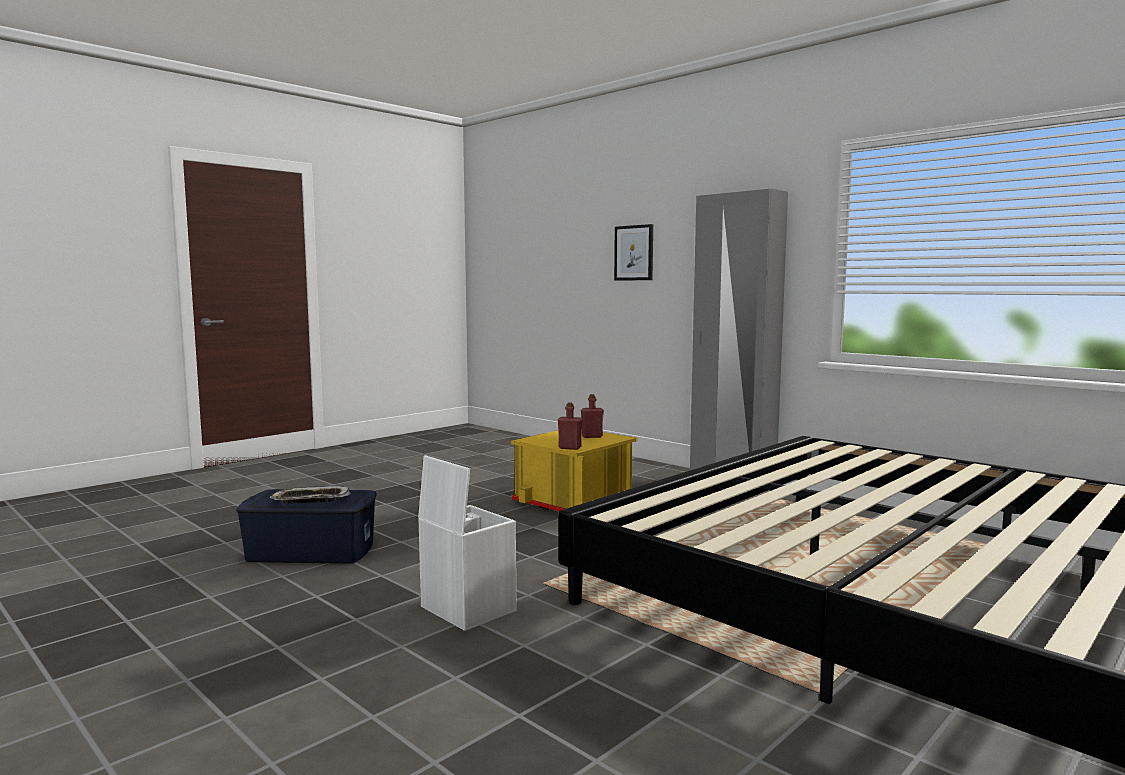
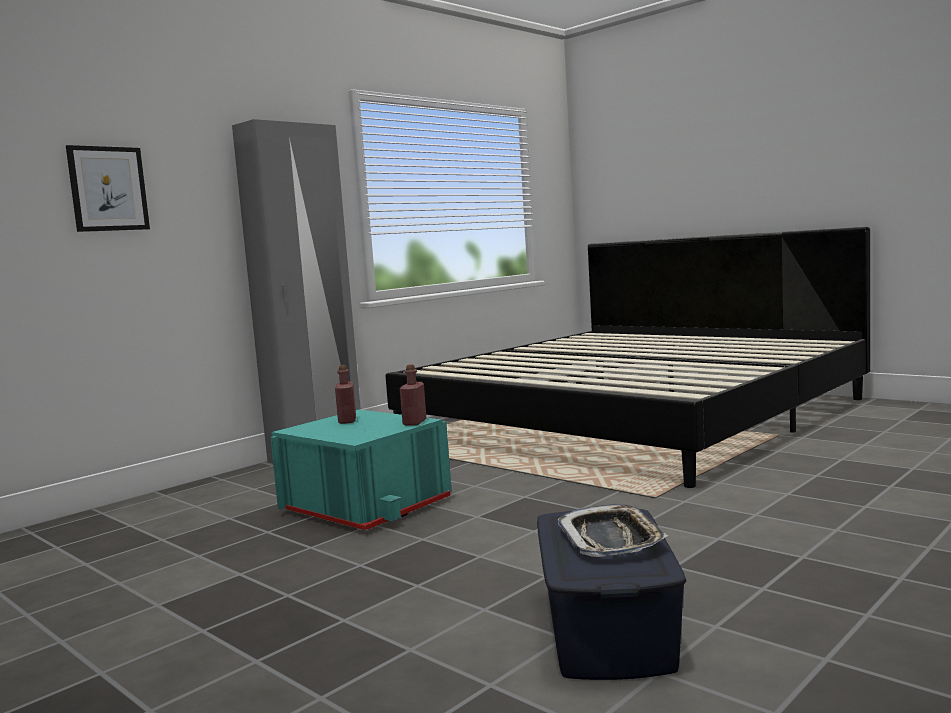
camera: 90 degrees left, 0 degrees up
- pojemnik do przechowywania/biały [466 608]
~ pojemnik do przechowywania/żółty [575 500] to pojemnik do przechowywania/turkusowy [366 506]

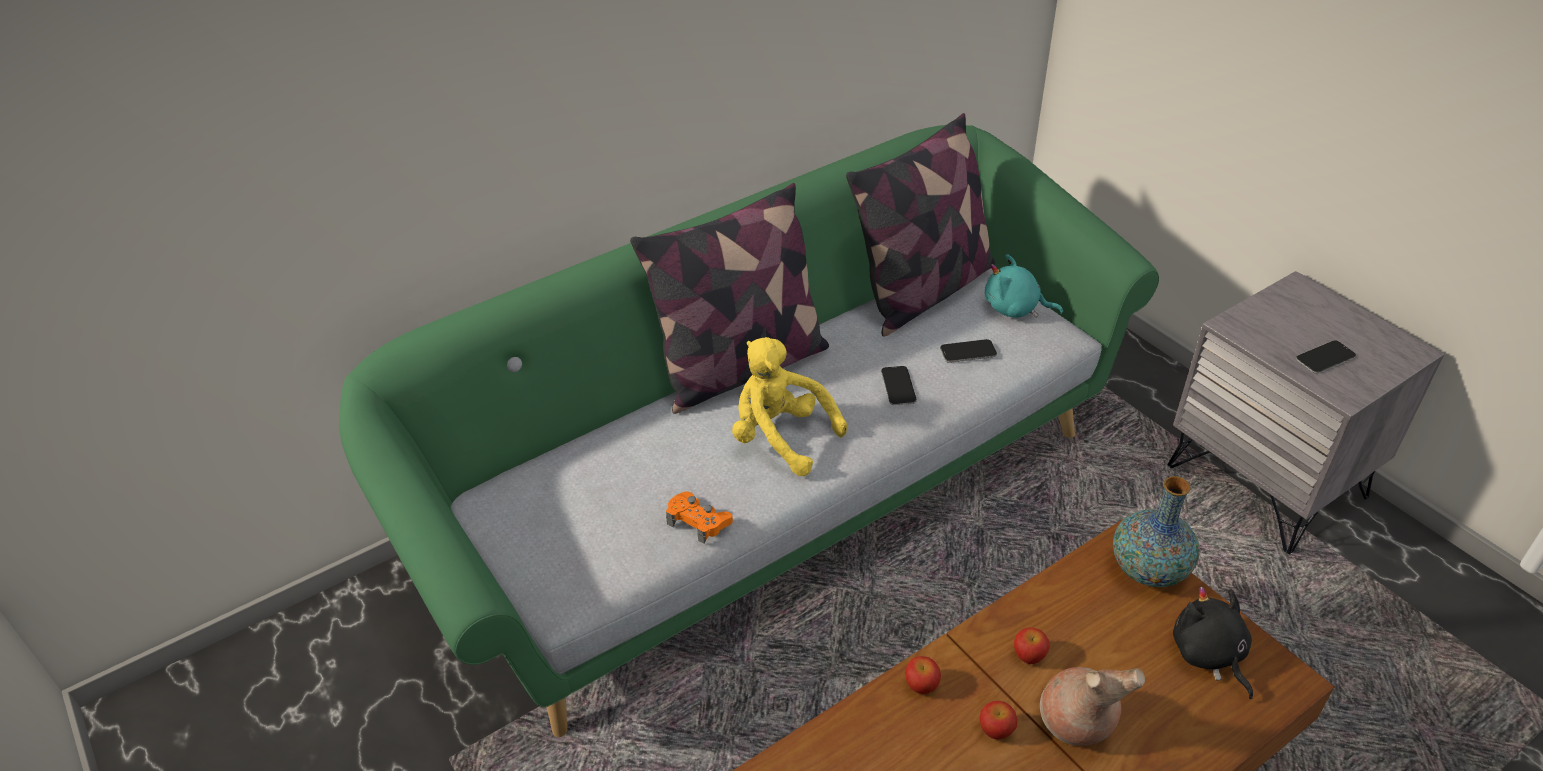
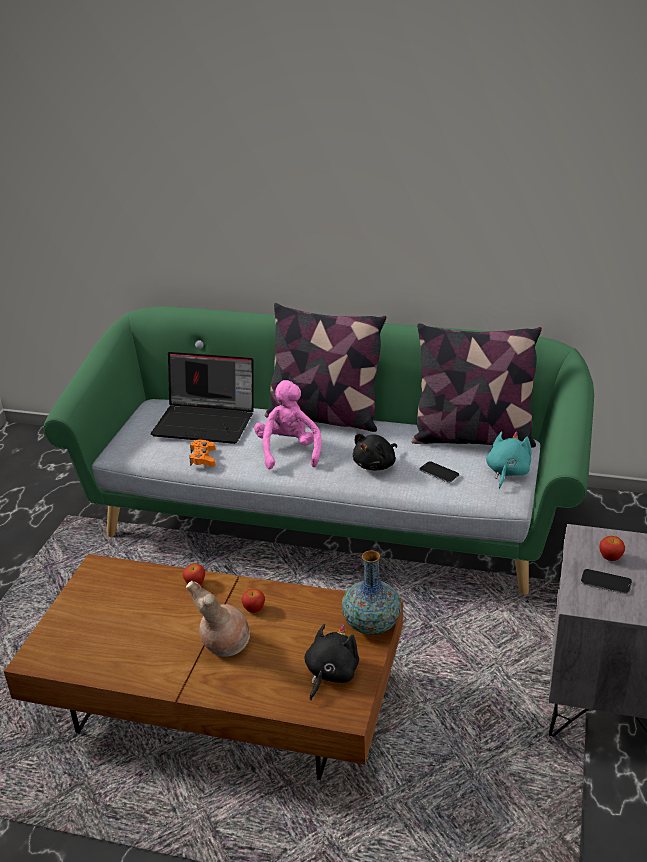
camera: 50 degrees right, 10 degrees down
+ laptop [207 421]
~ jabłko [996 730] to [610 557]
~ telefon [898 386] to pluszak/czarny [376 465]
~ pluszak/żółty [780 437] to pluszak/różowy [289 451]
~ pluszak/turkusowy [1015 309] = [507 472] 45 degrees clockwise

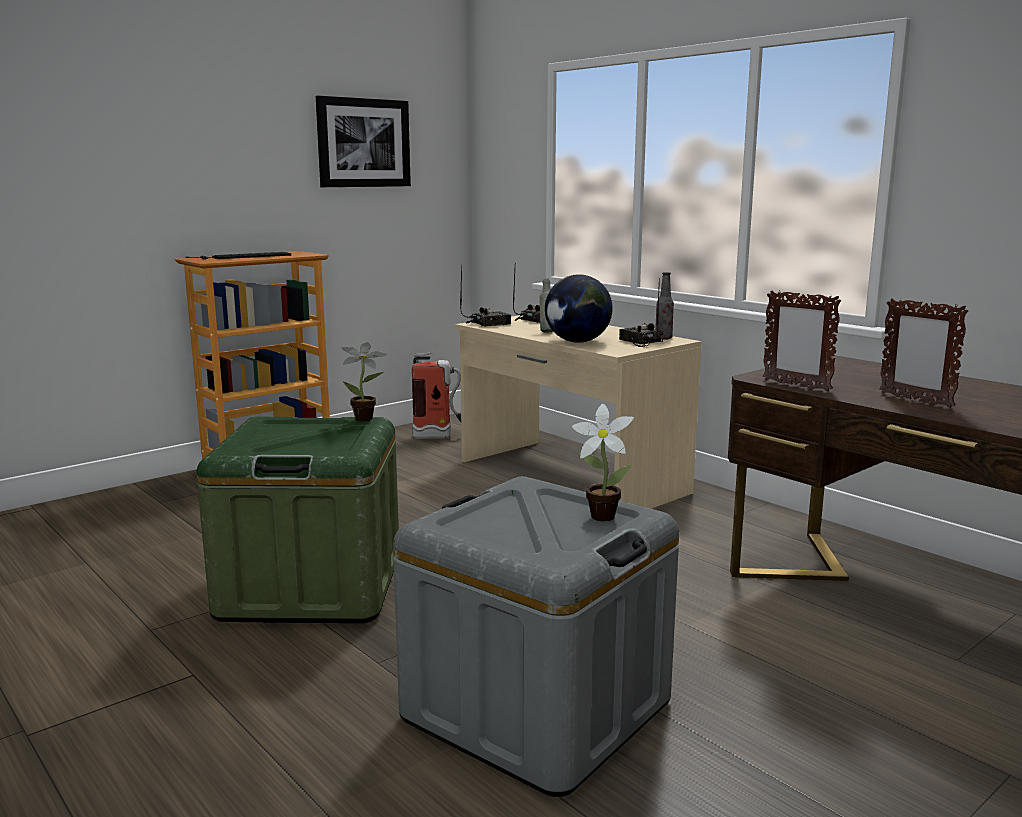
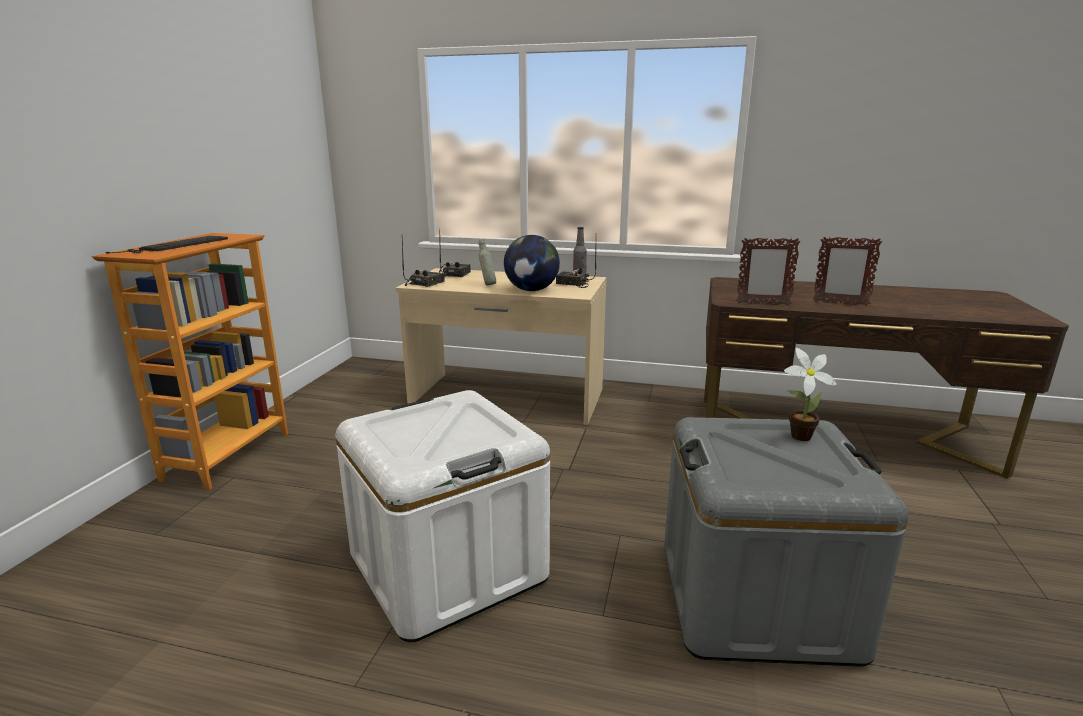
camera: 35 degrees left, 5 degrees up
- obraz [363 143]
- roślina doniczkowa [367 419]
- gaśnica [439 437]
~ pojemnik do przechowywania/zielony [311 586] to pojemnik do przechowywania/biały [448 567]

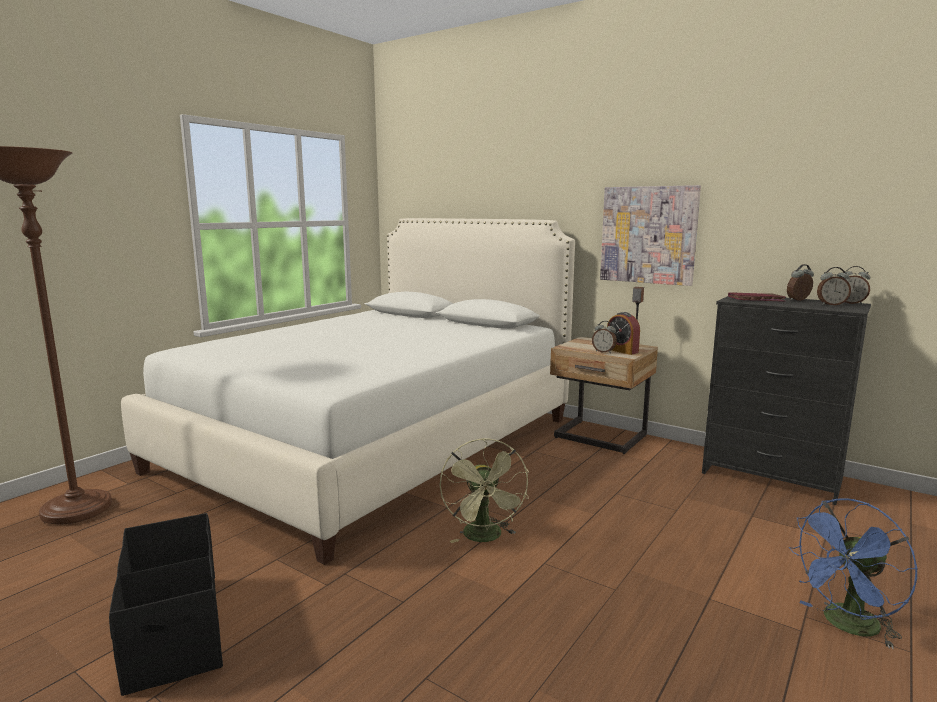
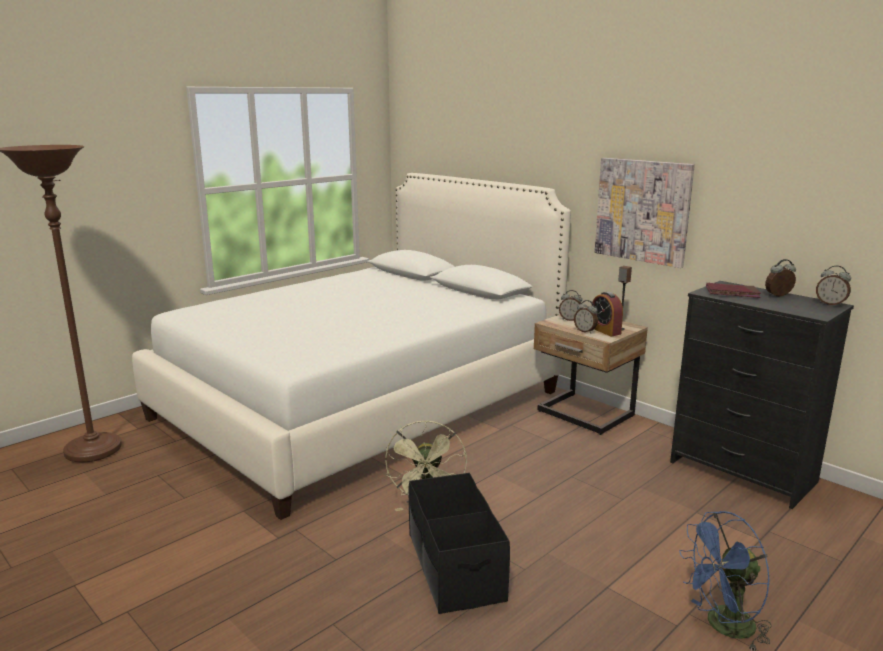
camera: 10 degrees right, 5 degrees up
~ pojemnik do przechowywania/czarny [173 630] to [454 567]
~ budzik [831 305] to [570 319]

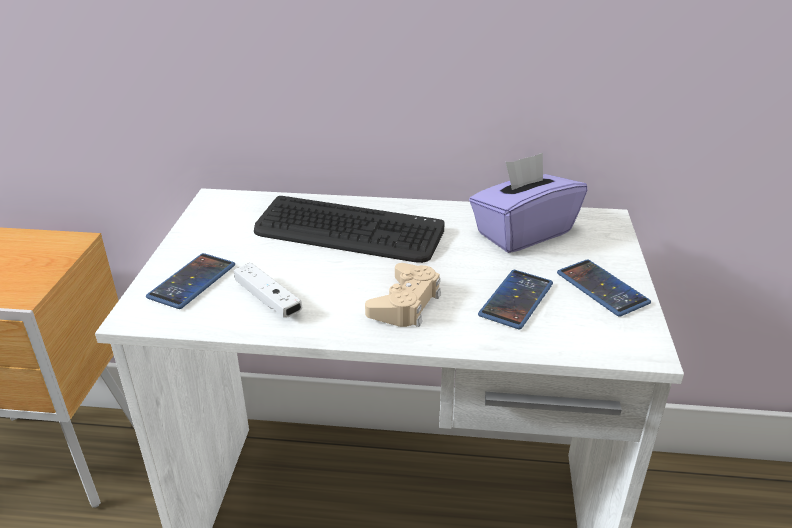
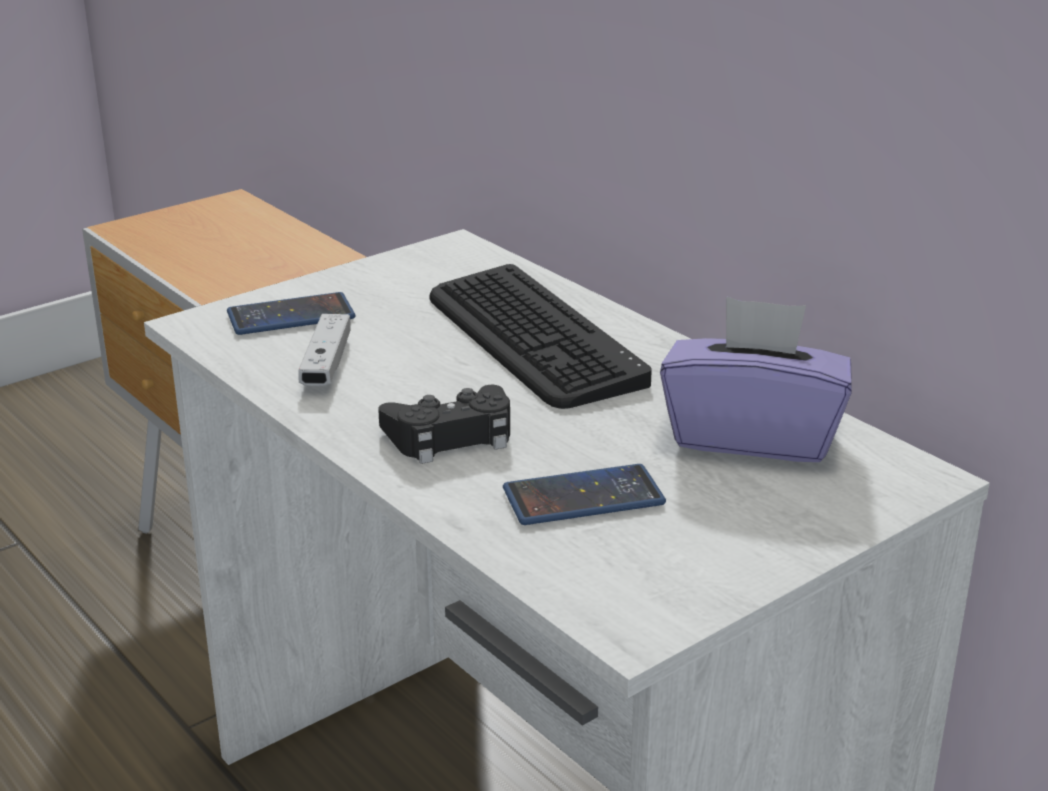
camera: 45 degrees right, 5 degrees down
- telefon [602 288]
~ pad do gier/beżowy [405 303] to pad do gier/czarny [451 436]

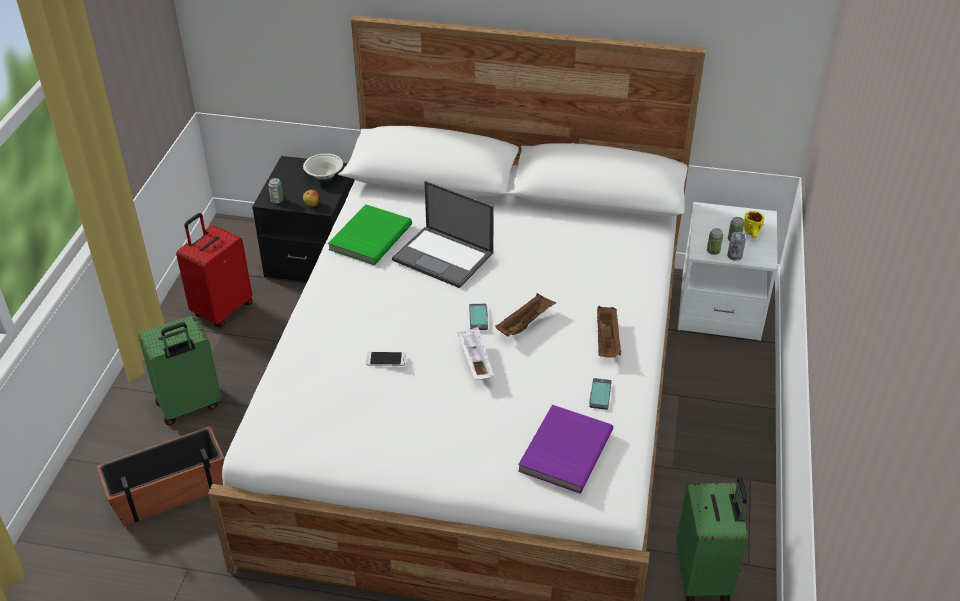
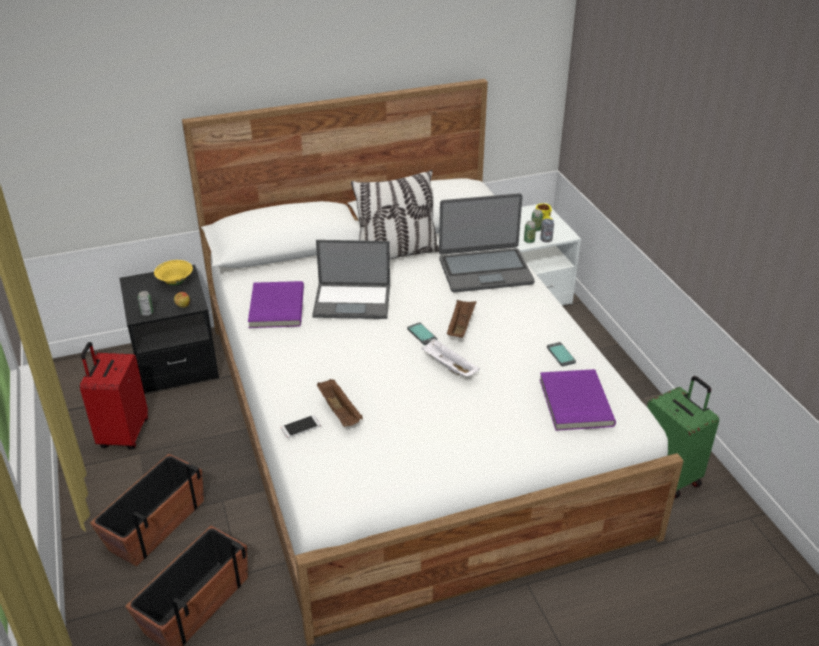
camera: 30 degrees left, 5 degrees down
+ poduszka [397 254]
+ laptop [485 270]
~ telefon [386 359] to [300 426]
~ taca/brązowy [607 341] to [340 412]
~ walizka/zielony [189 406] to donica [156 525]
~ miska/biały [324 177] to miska/żółty [175 282]
~ książka/zielony [369 237] to książka/fioletowy [275 307]

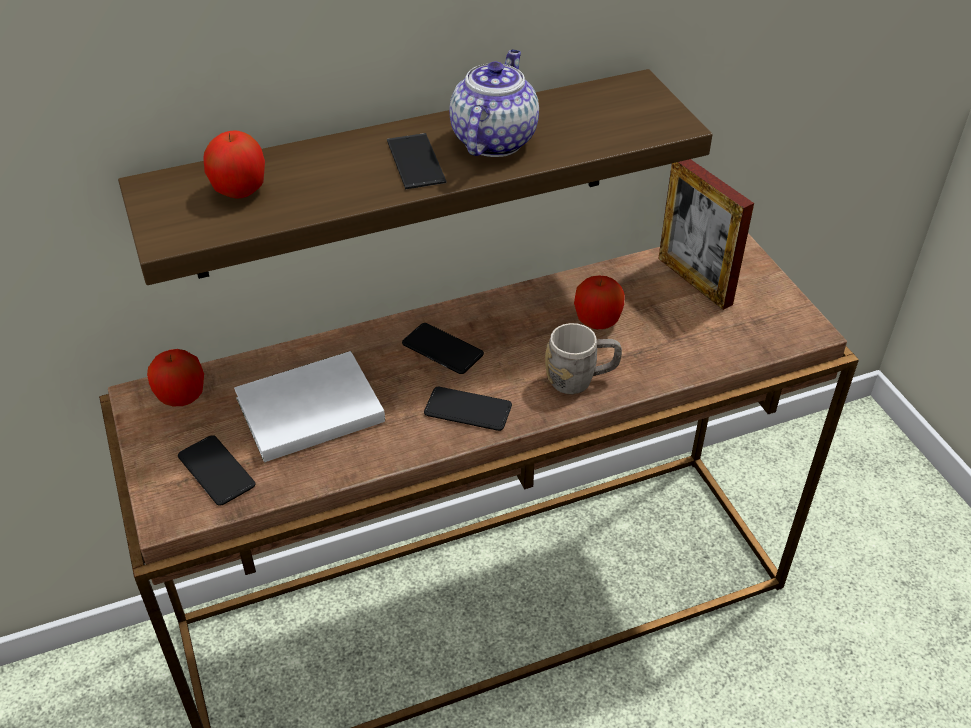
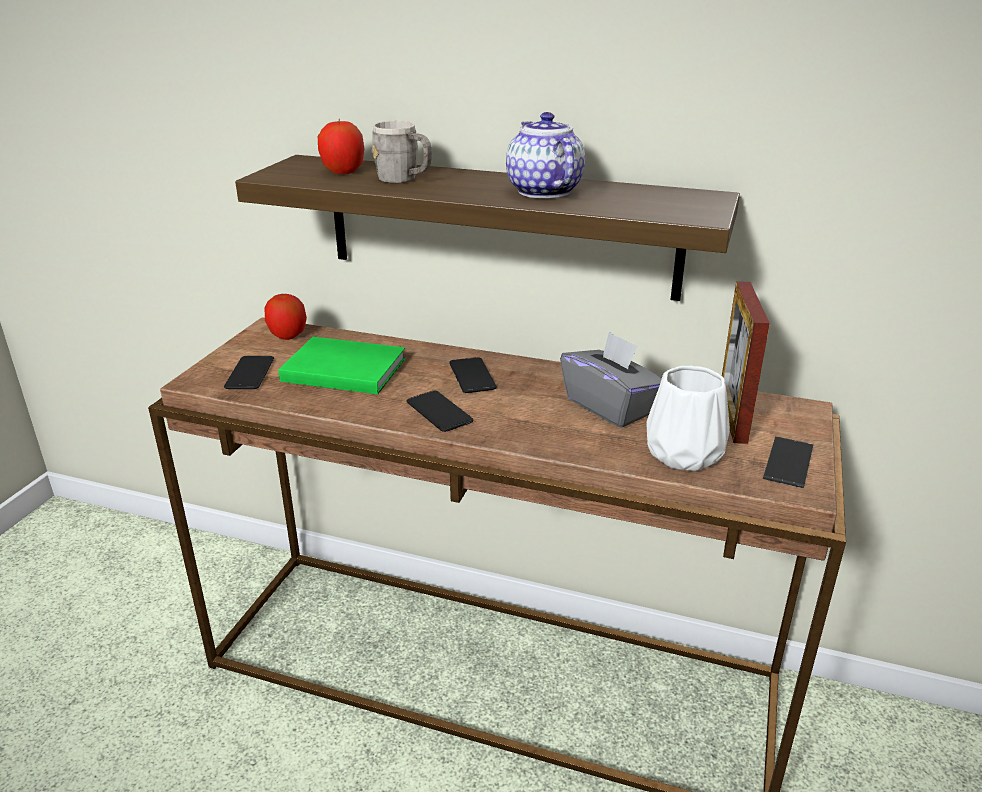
camera: 40 degrees right, 15 degrees down
+ wazon/biały [681 454]
~ telefon [416 161] to [788 462]
~ kubek/szary [581 380] to [404 180]
~ jabłko [597 321] to pudełko chusteczek/szary [610 407]
~ książka/biały [305 409] to książka/zielony [342 369]
~ imbryk [493 140] = [542 191] 75 degrees counterclockwise

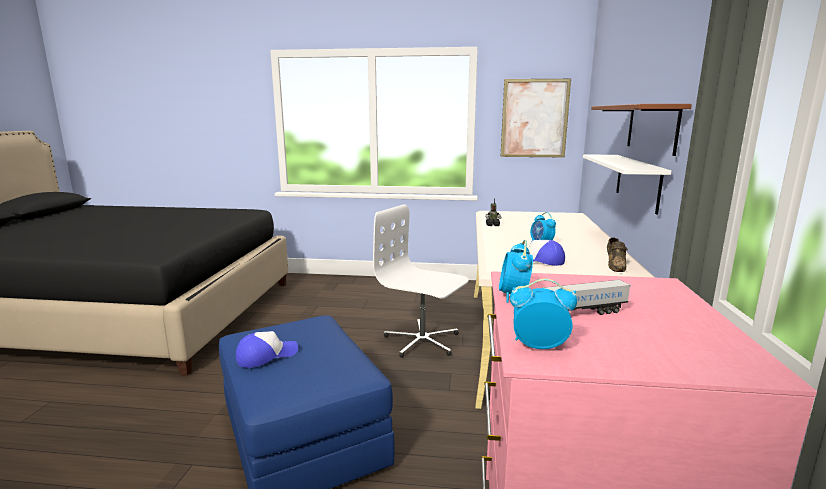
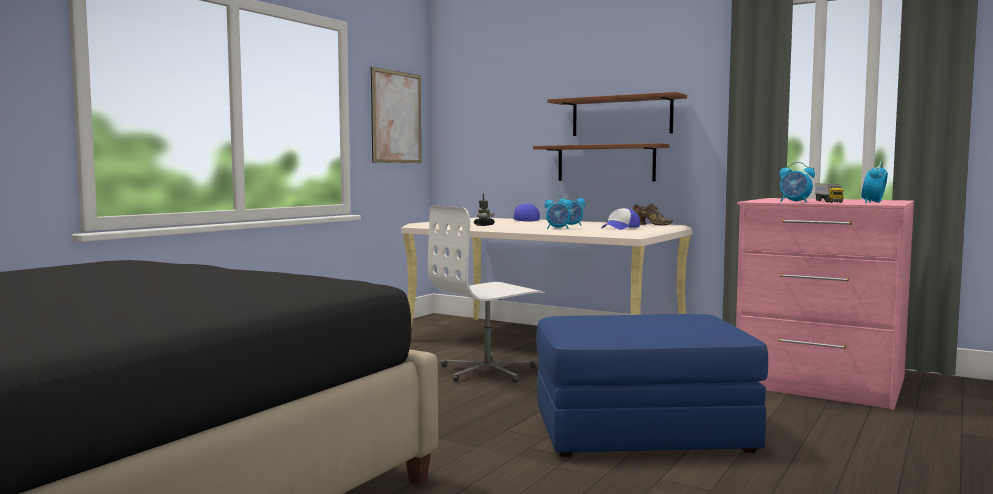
camera: 65 degrees left, 10 degrees down
+ budzik [558 228]
~ czapka z daszkiem [266 355] to [525 220]
~ półka/biały [637 182] to półka/brązowy [605 163]

